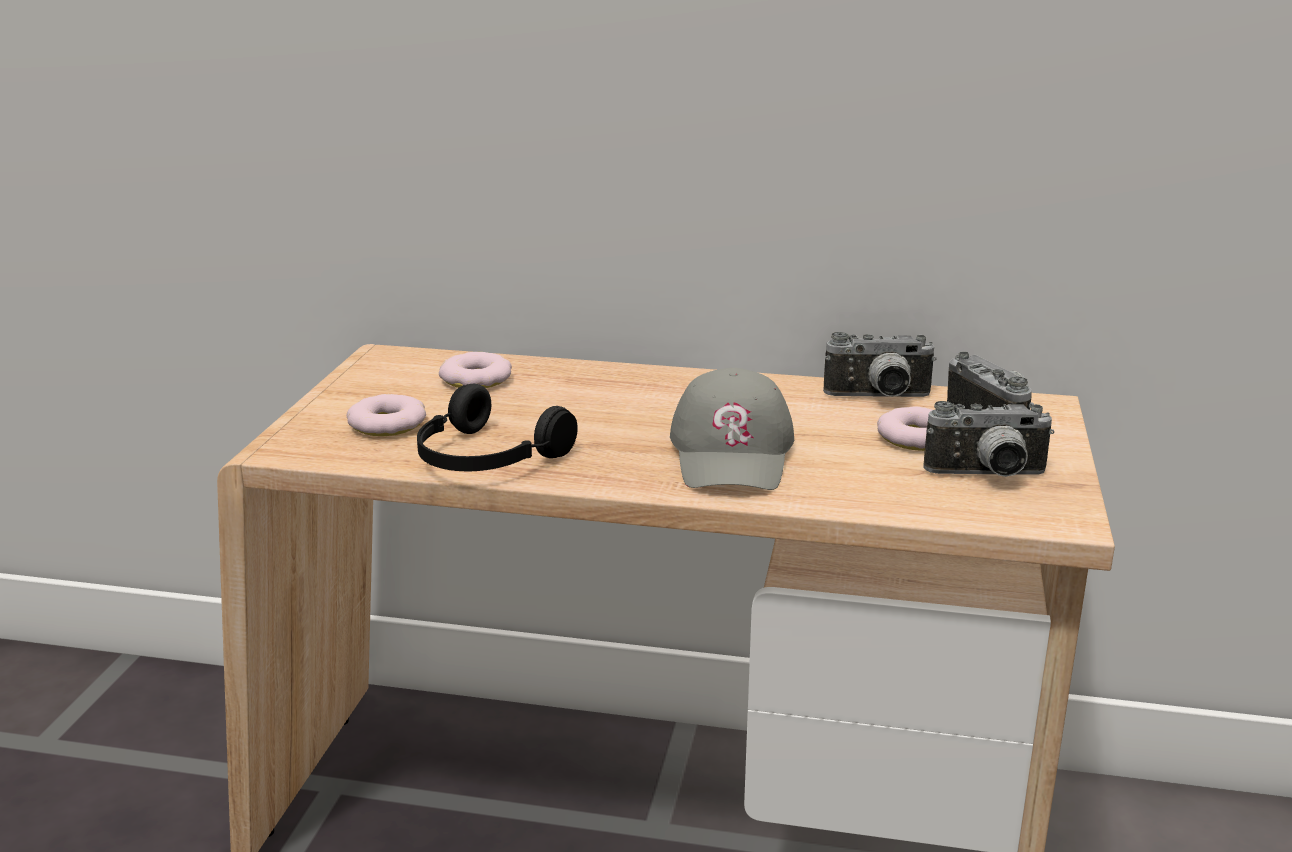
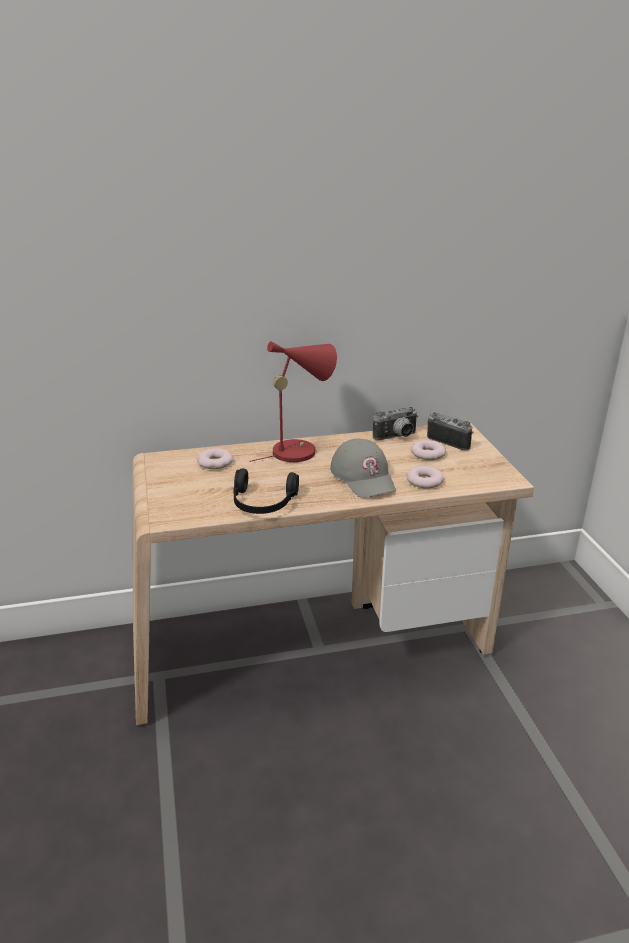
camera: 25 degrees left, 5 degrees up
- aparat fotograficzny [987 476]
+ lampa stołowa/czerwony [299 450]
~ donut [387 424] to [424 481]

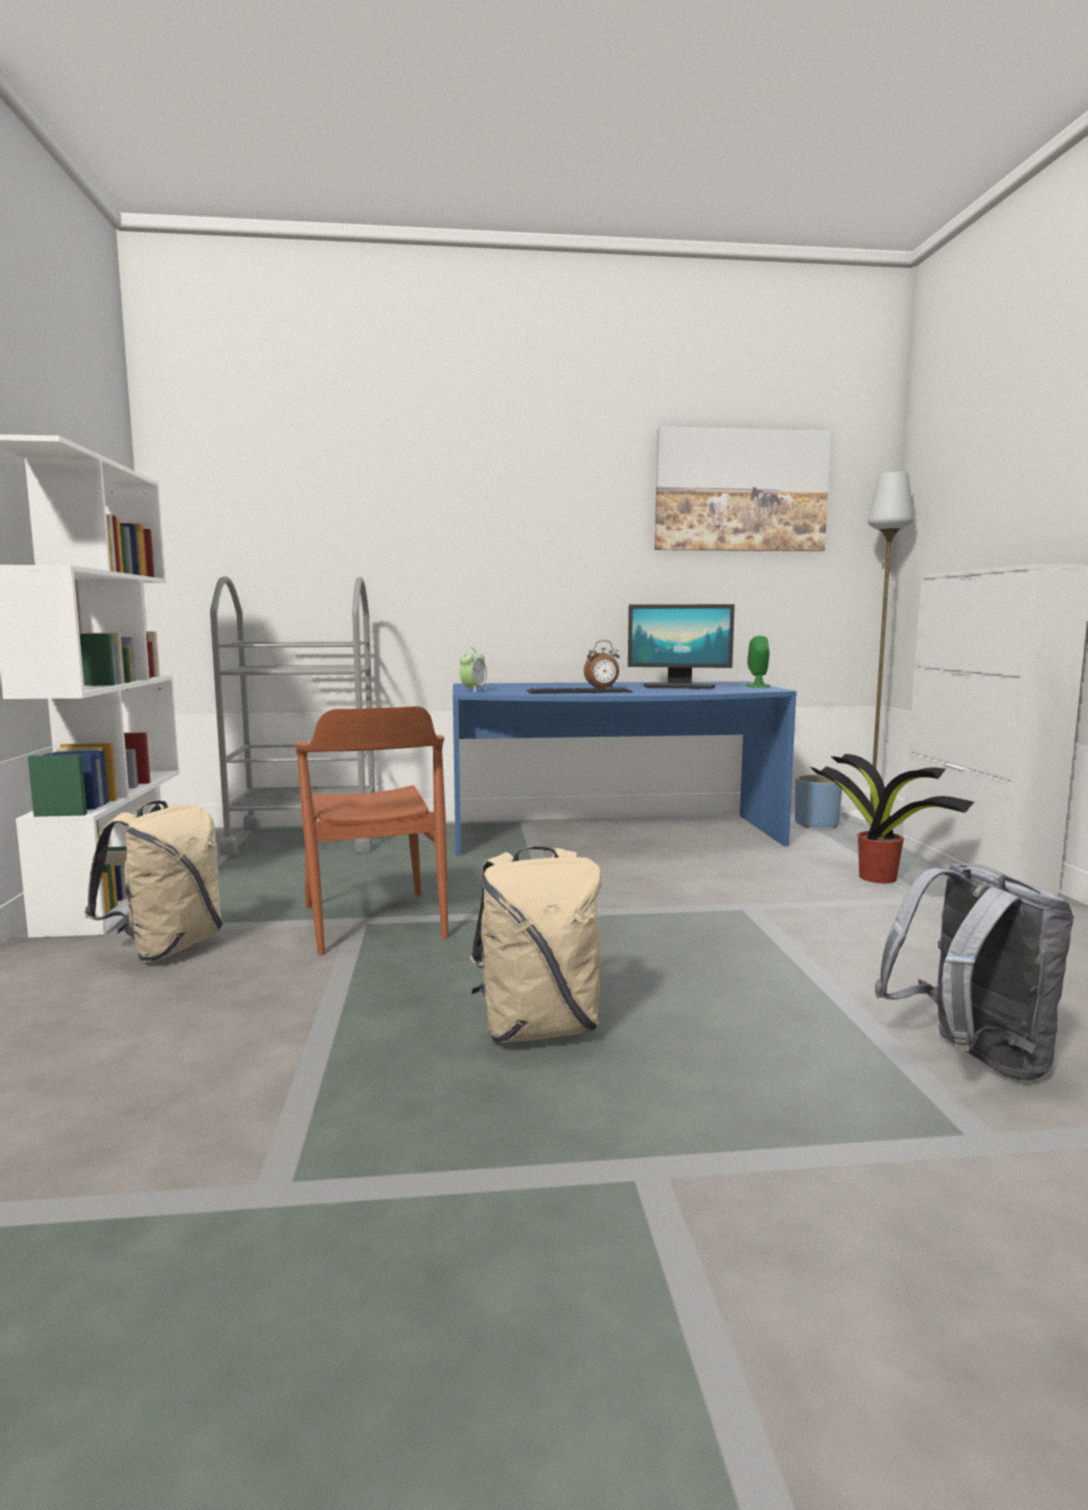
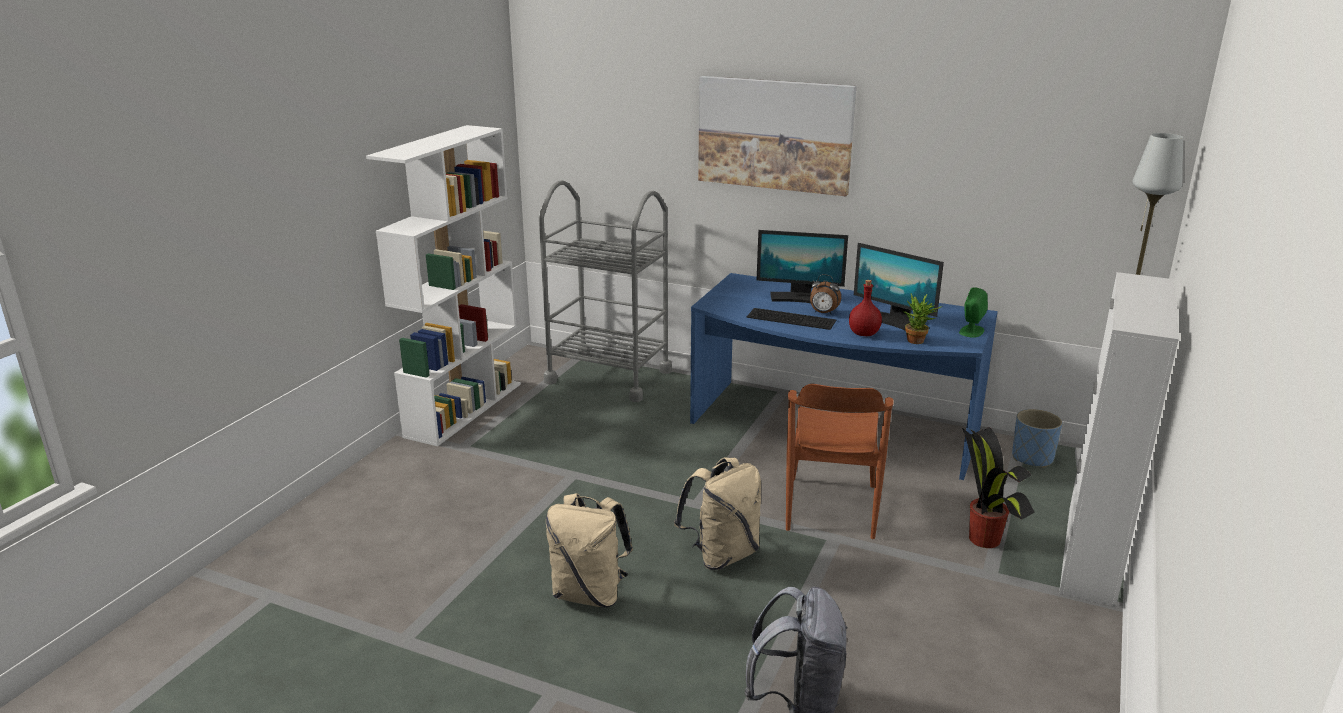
camera: 30 degrees right, 15 degrees up
- budzik [473 691]
+ monitor [799 298]
+ butelka/czerwony [863 334]
+ roślina doniczkowa [918 342]
~ plecak/beżowy [167 948] to [722 555]
~ krzesło/brązowy [373 921] to [831 507]
~ obraz [740 491] to [774 134]

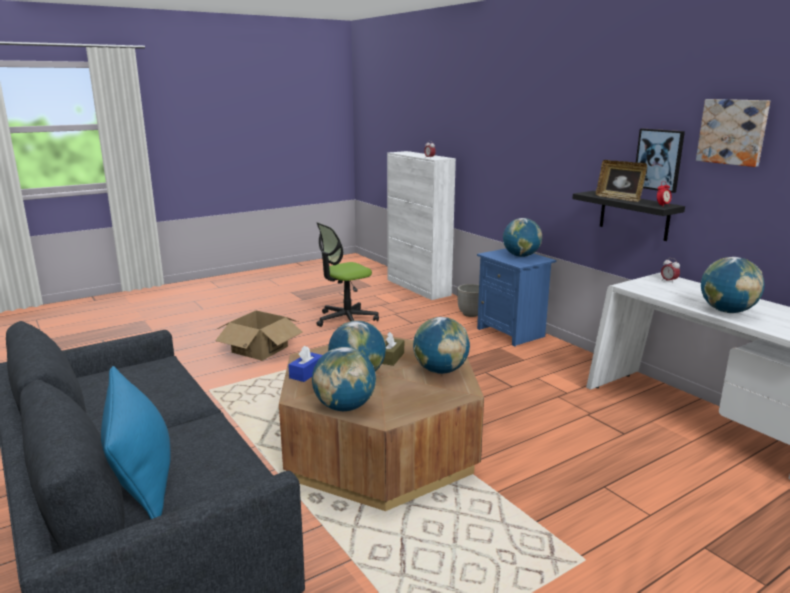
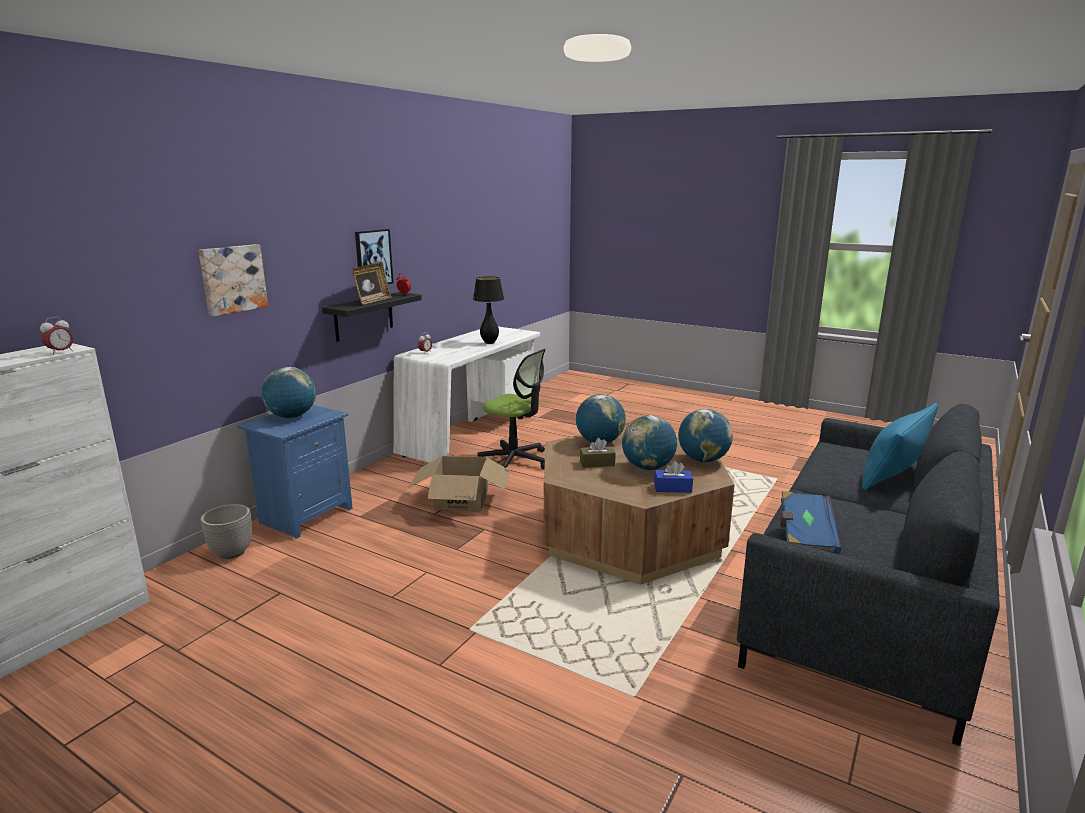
camera: 115 degrees left, 0 degrees up
+ książka/niebieski [805 536]
~ karton [259 349] to [462 499]
~ krzesło biurowe [346 320] to [515 461]
~ obraz [733 132] to [232 279]
~ globus [727 311] to lampa stołowa/czarny [489 343]

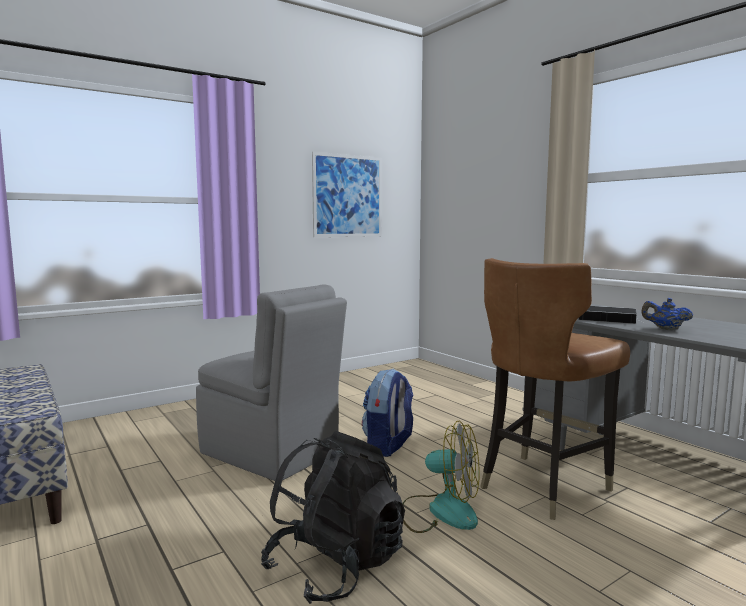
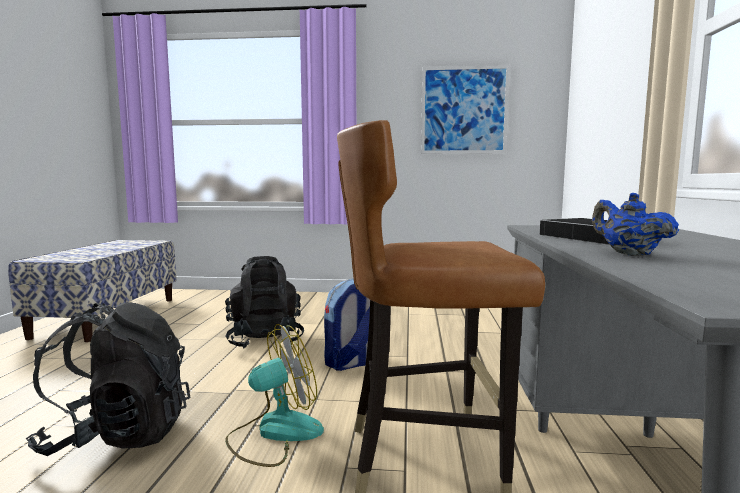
camera: 40 degrees right, 0 degrees up
~ krzesło/szary [271 453] to plecak/czarny [265 340]
~ wentylator [440 511] = [275 433] 90 degrees counterclockwise

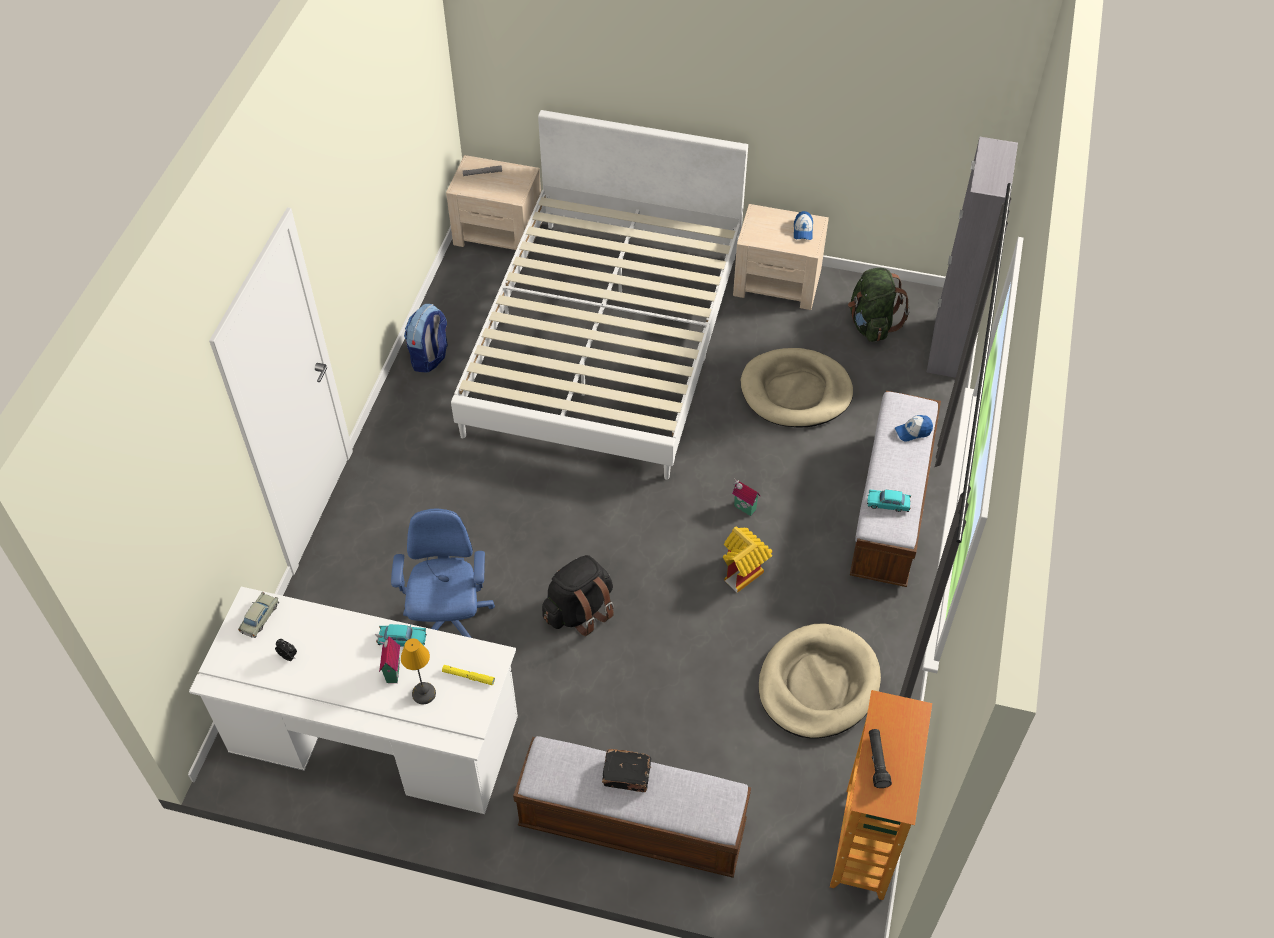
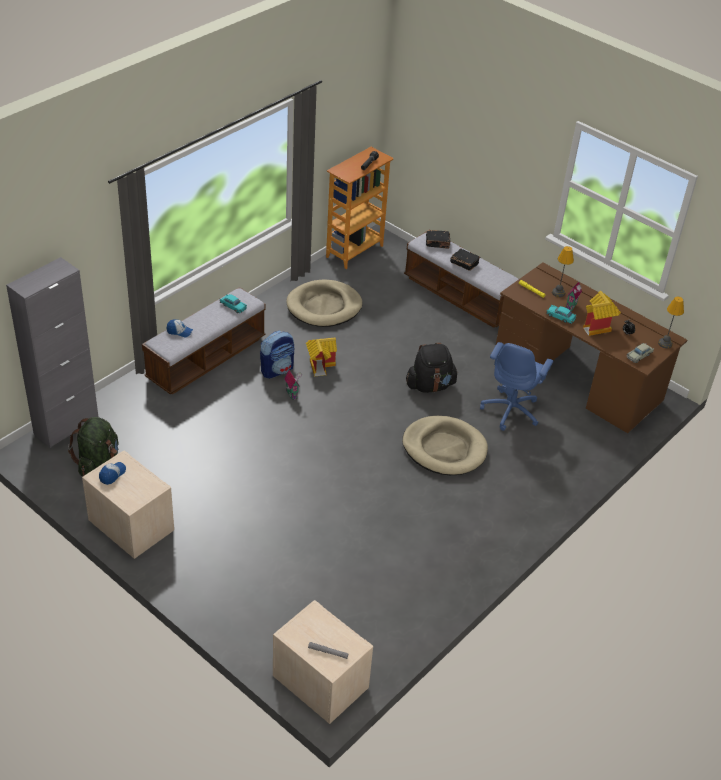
camera: 155 degrees left, 10 degrees down
- łóżko/biały [606 342]
+ książka/czarny [437 243]
+ domek [598 327]
+ lampa stołowa [665 343]
~ plecak [430 357] to [277 369]
~ legowisko/beżowy [795 392] to [444 448]
~ biurko/biały [374 736] to biurko/brązowy [577 377]

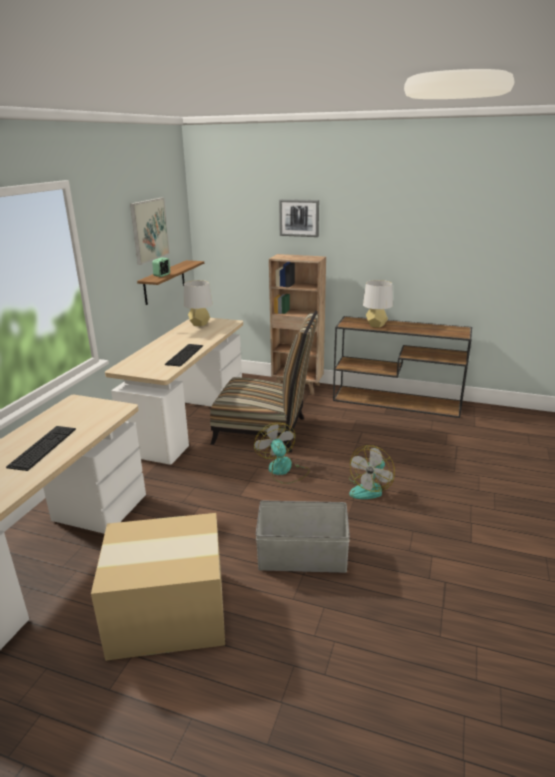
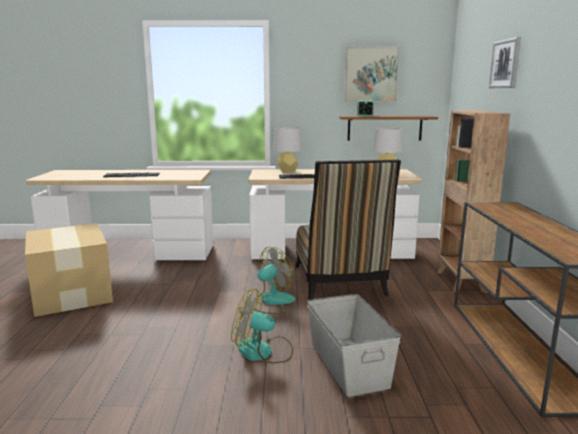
camera: 70 degrees right, 10 degrees down
~ pojemnik do przechowywania/szary [303 557] to [348 365]
~ lampa stołowa/szary [376 325] to [287 170]

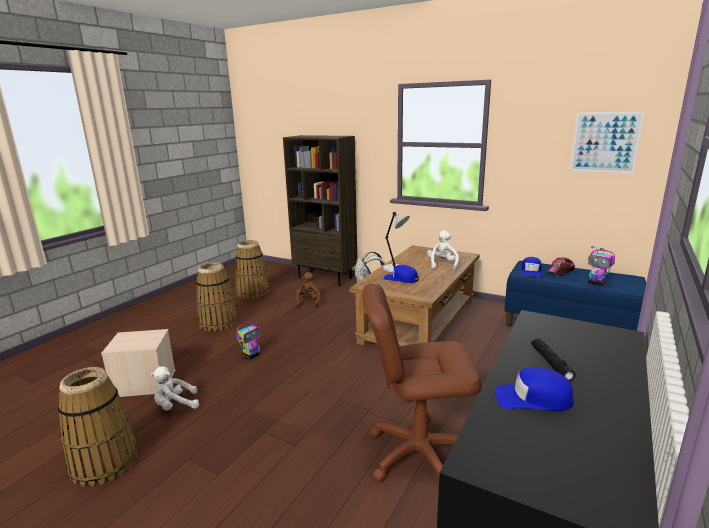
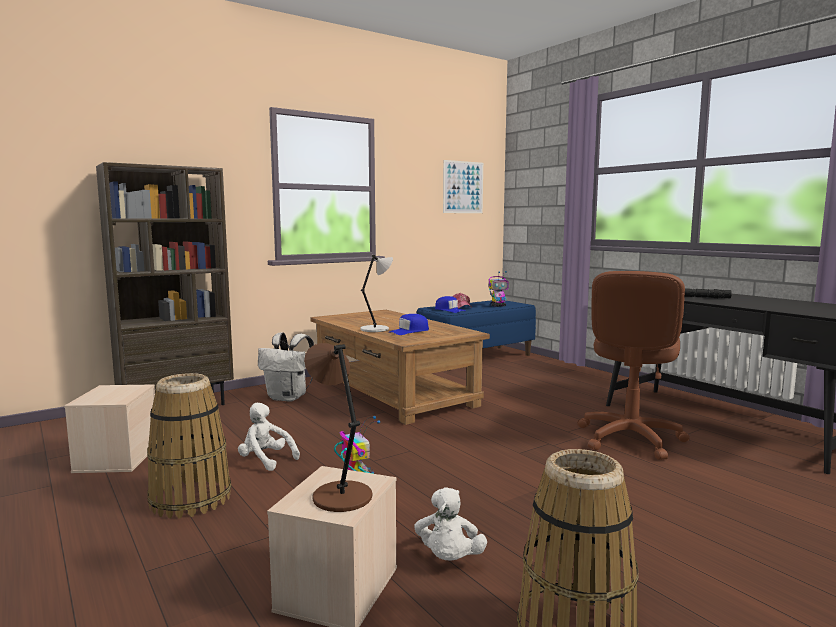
camera: 65 degrees left, 10 degrees down
- pluszak/brązowy [308 302]
- czapka z daszkiem/niebieski [533 399]
+ lampa stołowa/brązowy [340 496]
~ pluszak/biały [442 265] to [265 460]
~ koszyk [253 292] to pojemnik do przechowywania/beżowy [117 457]

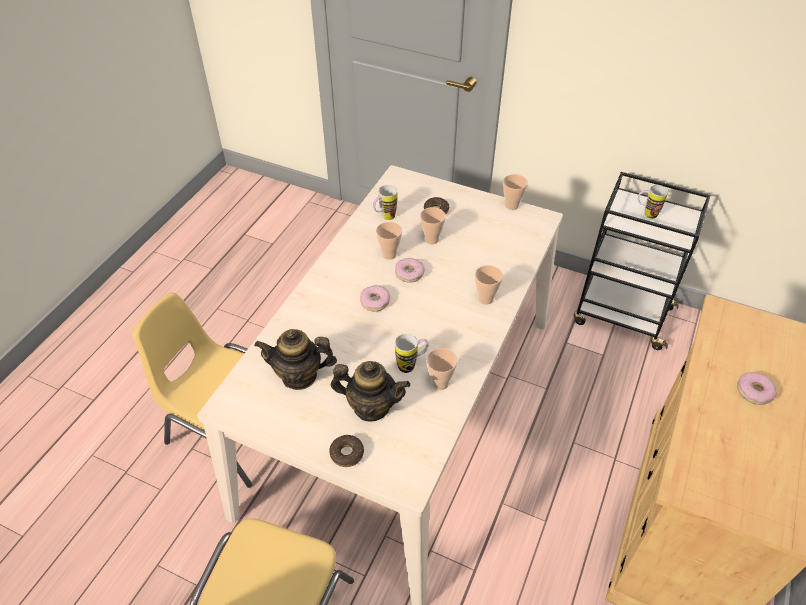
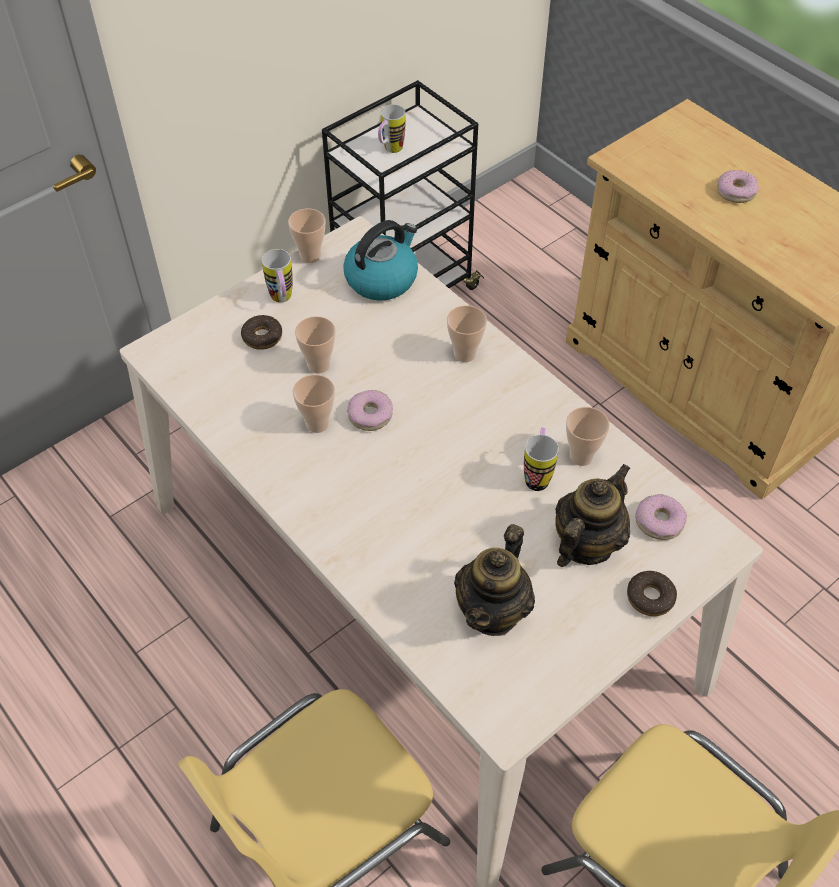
camera: 65 degrees left, 5 degrees up
+ czajnik [382 278]
~ donut [375 301] to [659 522]
~ kubek [384 217] to [282 300]

